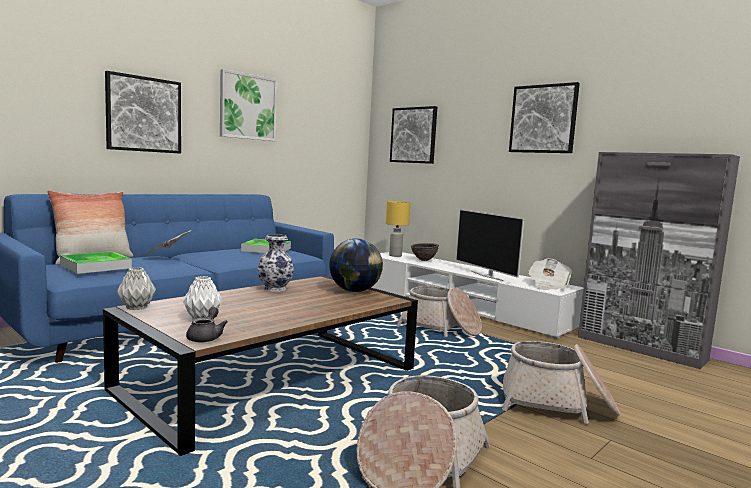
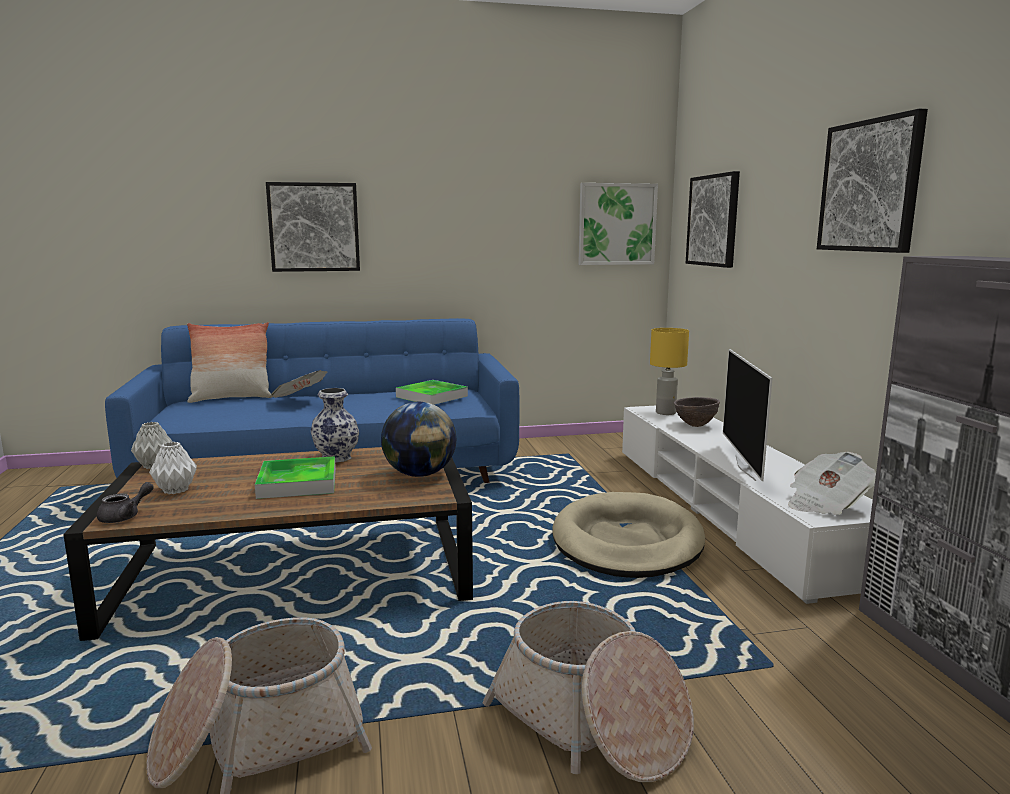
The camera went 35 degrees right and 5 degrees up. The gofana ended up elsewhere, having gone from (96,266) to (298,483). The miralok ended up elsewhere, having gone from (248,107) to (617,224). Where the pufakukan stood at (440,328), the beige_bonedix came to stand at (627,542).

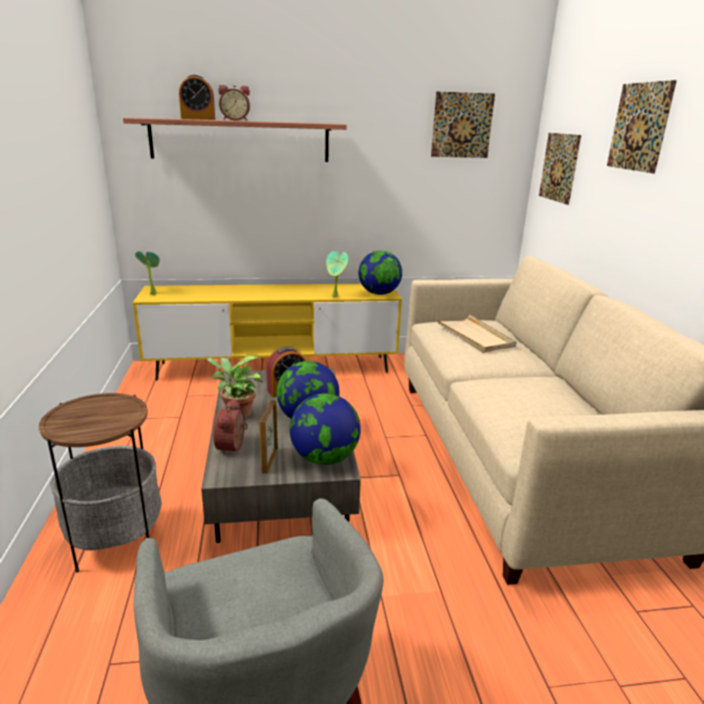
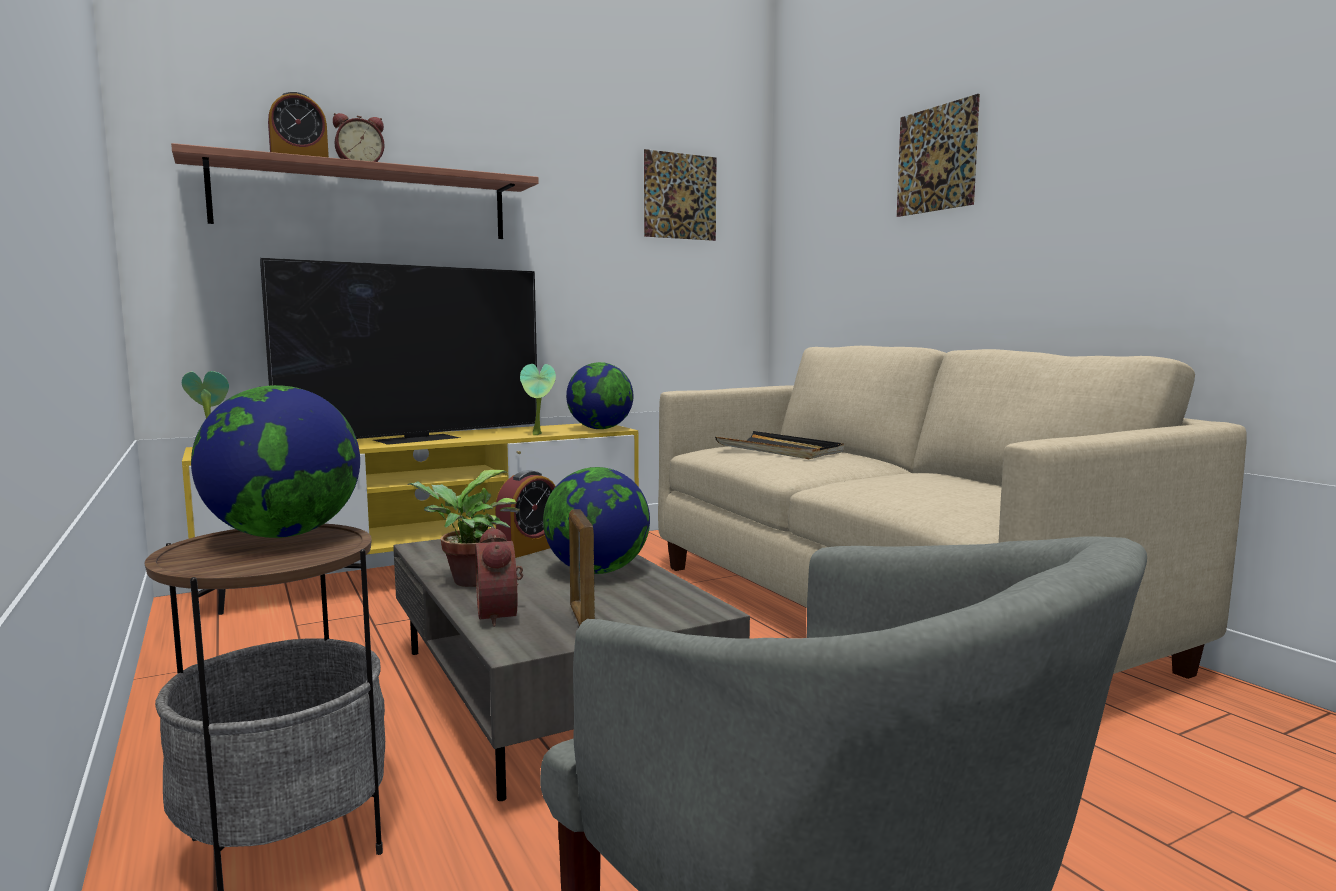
The camera went 20 degrees left and 15 degrees down. The second view lost the miralok at (559,167). The second view gained the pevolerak at (418,438). The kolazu ended up elsewhere, having gone from (324,458) to (284,535). What was the beige_gofana at (475,336) turned into the black_gofana at (779,450).

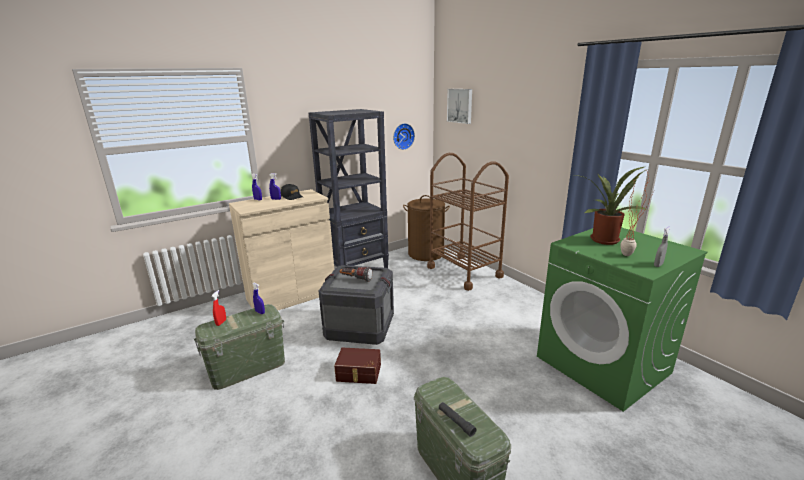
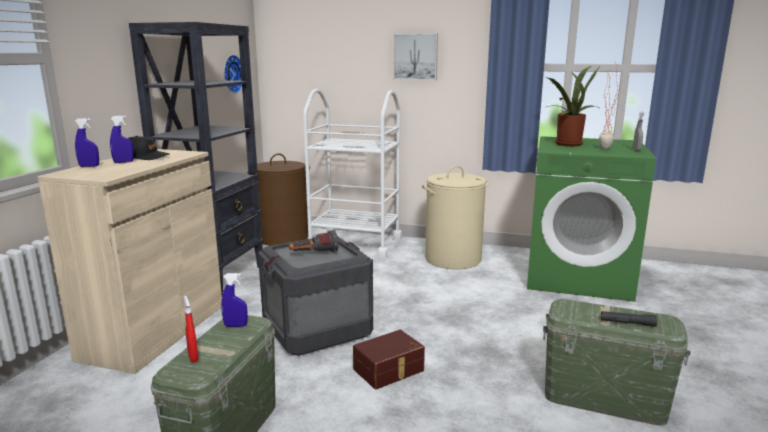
The camera went 40 degrees left and 5 degrees down. The second view gained the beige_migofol at (453,259). The miralok ended up elsewhere, having gone from (460,105) to (415,57). What was the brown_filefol at (464,272) turned into the white_filefol at (355,243).

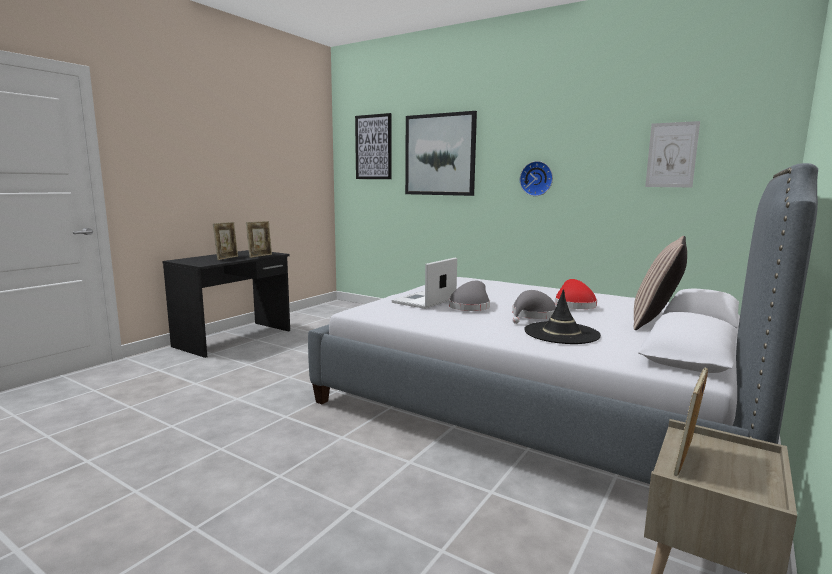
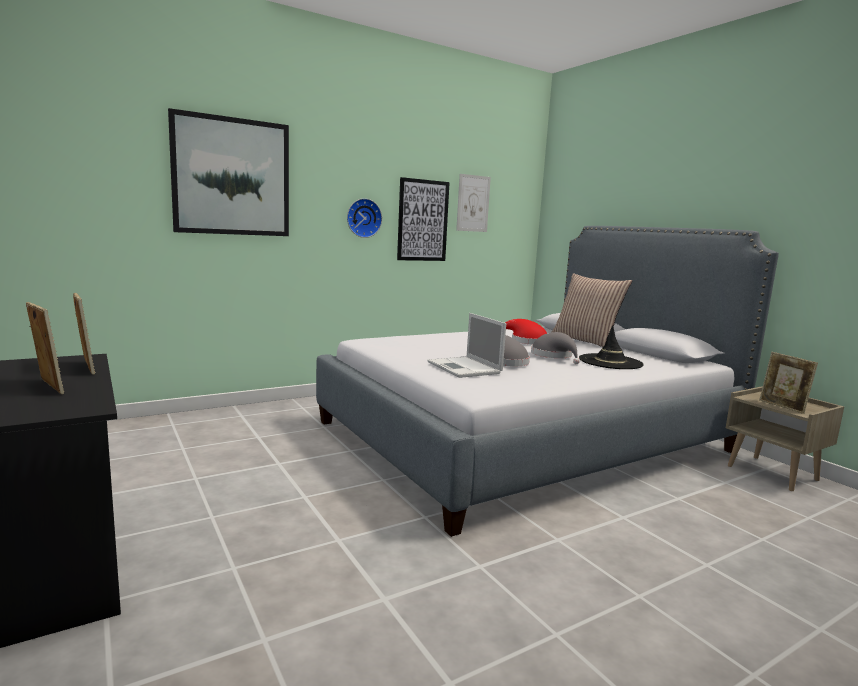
The camera went 65 degrees left and 0 degrees up. The miralok ended up elsewhere, having gone from (373,147) to (423,220).

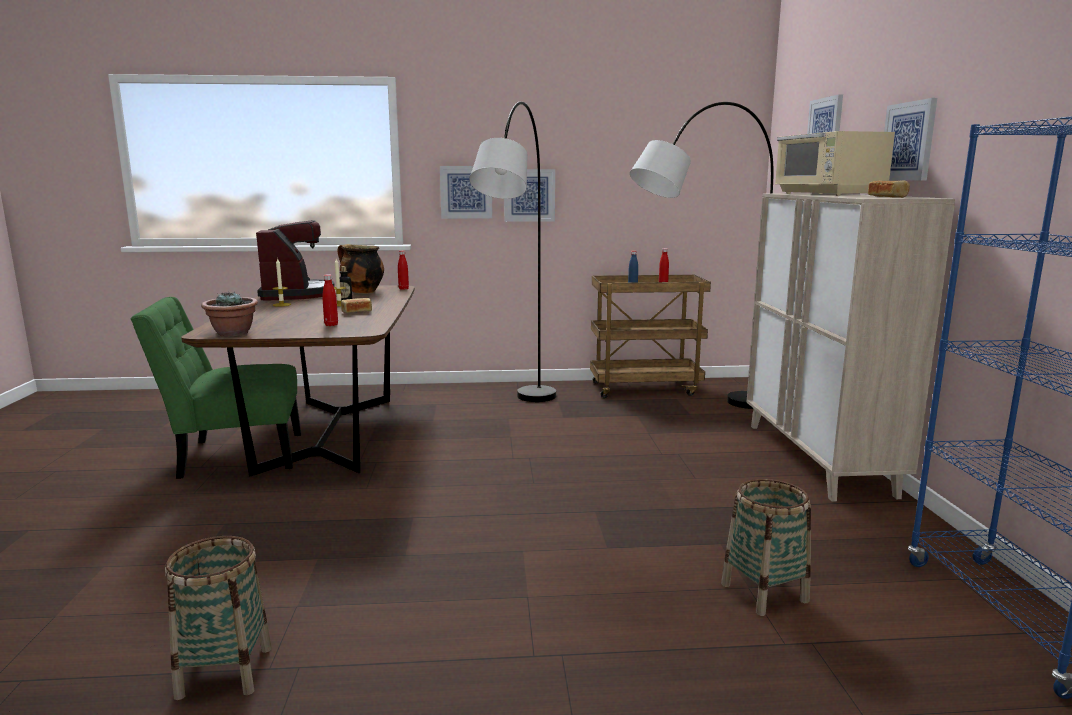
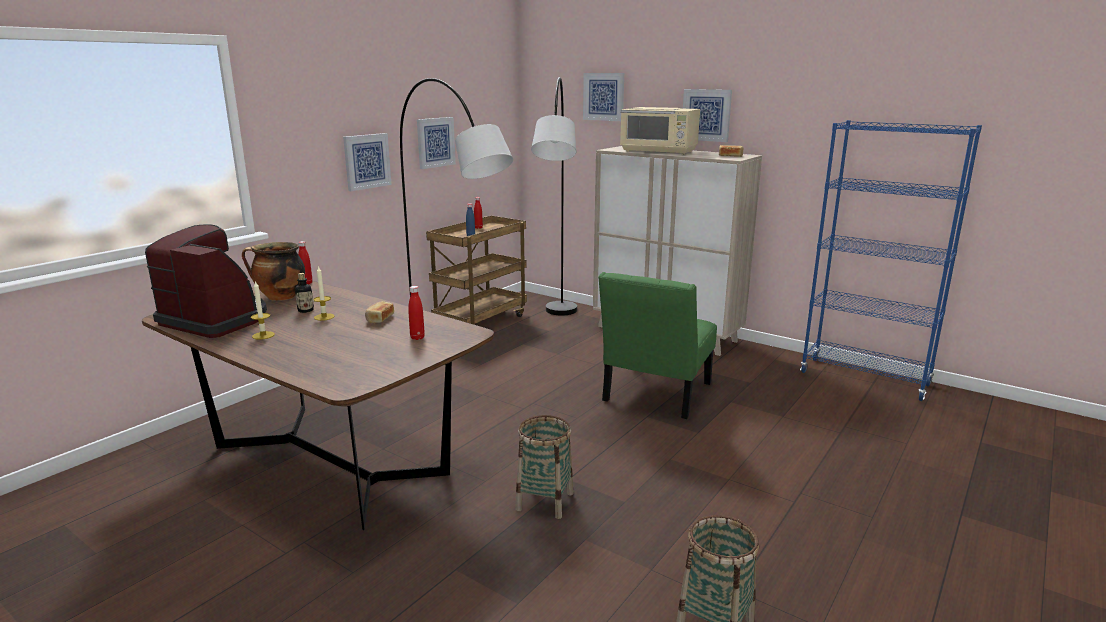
The camera went 50 degrees left and 5 degrees up. The second view lost the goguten at (233,334). The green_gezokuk ended up elsewhere, having gone from (234,455) to (655,395). The miralok ended up elsewhere, having gone from (466,192) to (435,142). The pufakukan ended up elsewhere, having gone from (764,592) to (544,501).

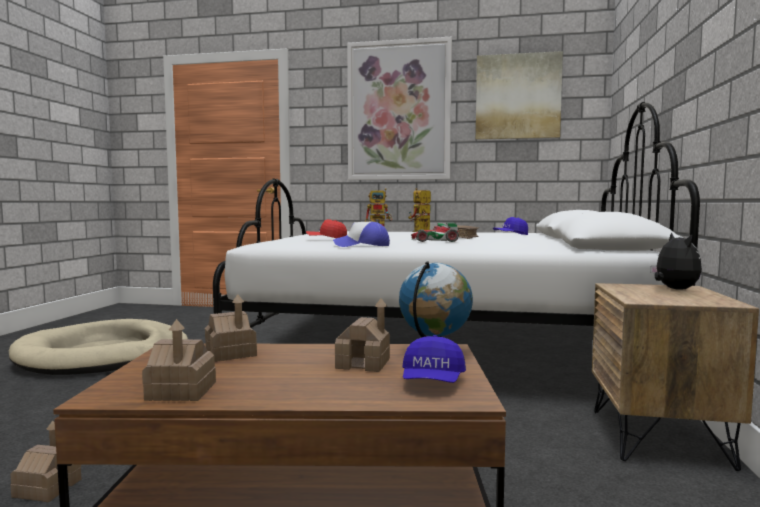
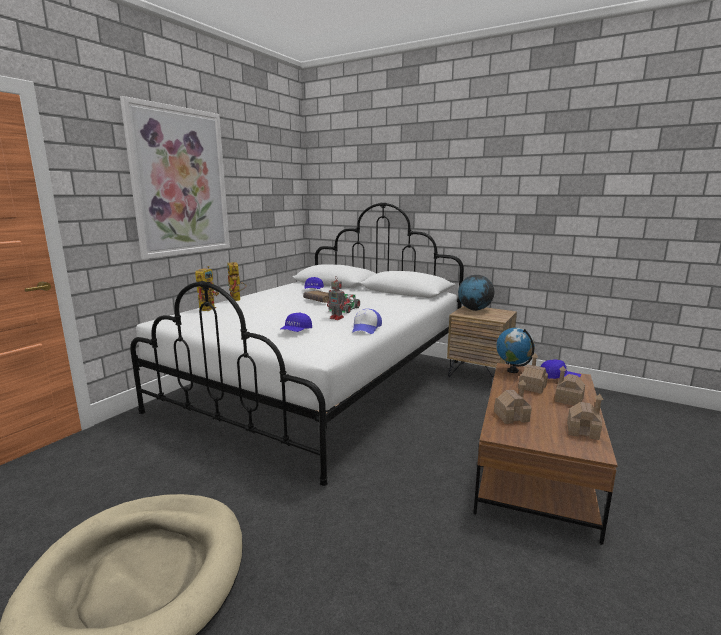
The camera went 70 degrees left and 10 degrees up. The second view lost the miralok at (517,97). The second view gained the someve at (337,318). The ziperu ended up elsewhere, having gone from (47,488) to (568,399). Where the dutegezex stood at (674,289), the kolazu came to stand at (474,309). What was the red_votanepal at (326,240) turned into the blue_votanepal at (296,331).

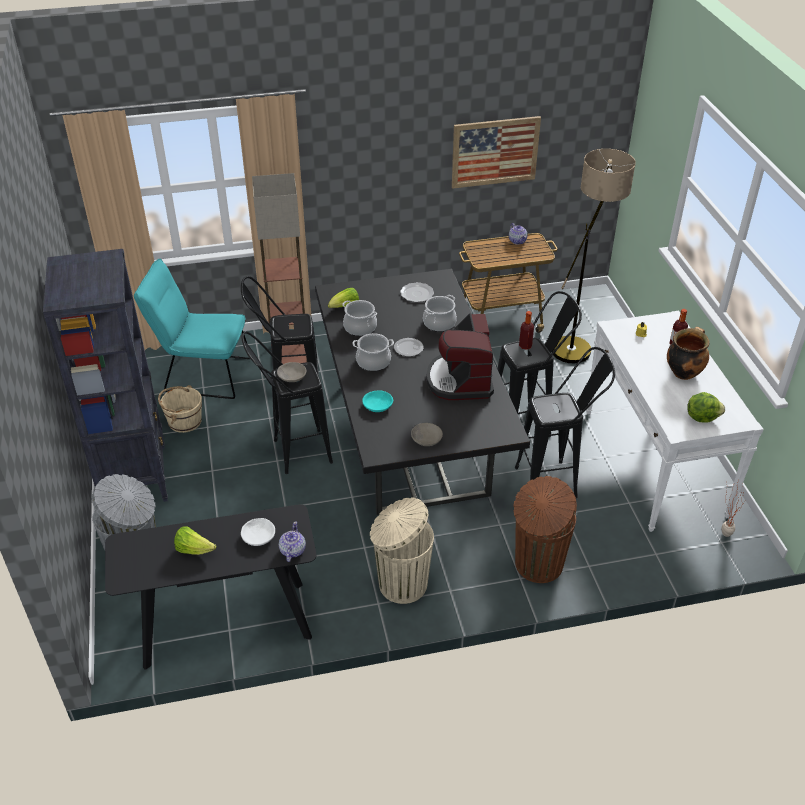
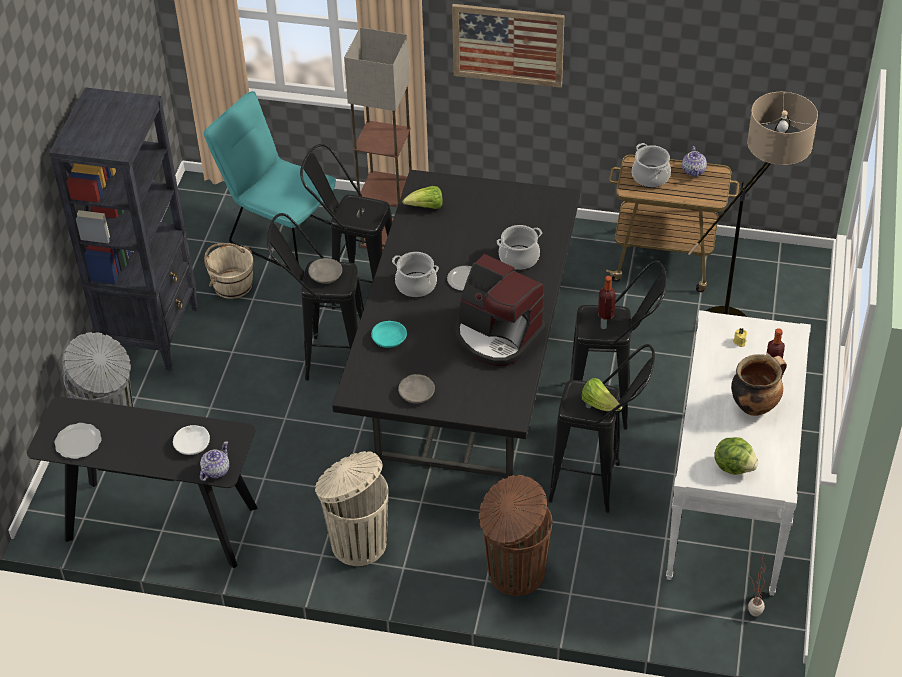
The camera went 25 degrees right and 5 degrees up. The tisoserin ended up elsewhere, having gone from (194,549) to (599,404). The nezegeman ended up elsewhere, having gone from (360,327) to (651,177). The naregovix ended up elsewhere, having gone from (417,294) to (78,443). The miralok ended up elsewhere, having gone from (495,152) to (508,45). The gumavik at (460,380) ended up facing another way, 75 degrees counterclockwise from before.

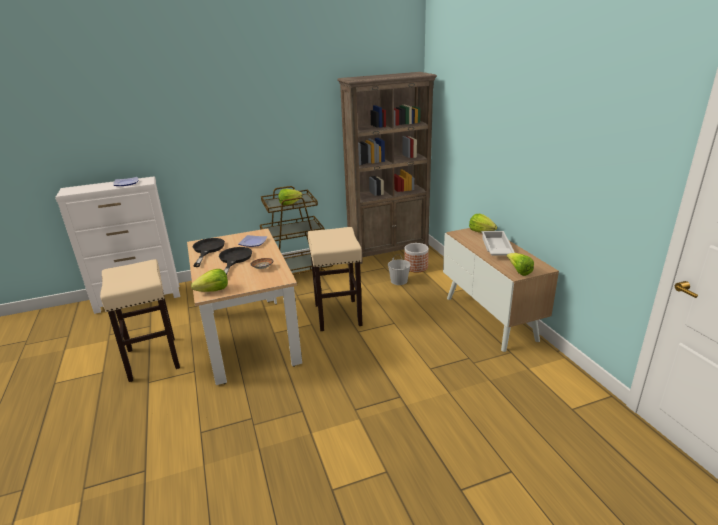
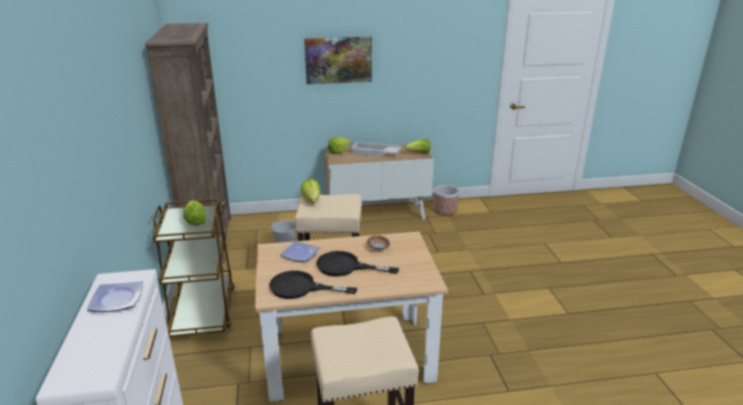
The camera went 80 degrees left and 0 degrees up. The second view gained the miralok at (338,60). The tisoserin ended up elsewhere, having gone from (213,291) to (311,201). The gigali ended up elsewhere, having gone from (416,267) to (445,210).

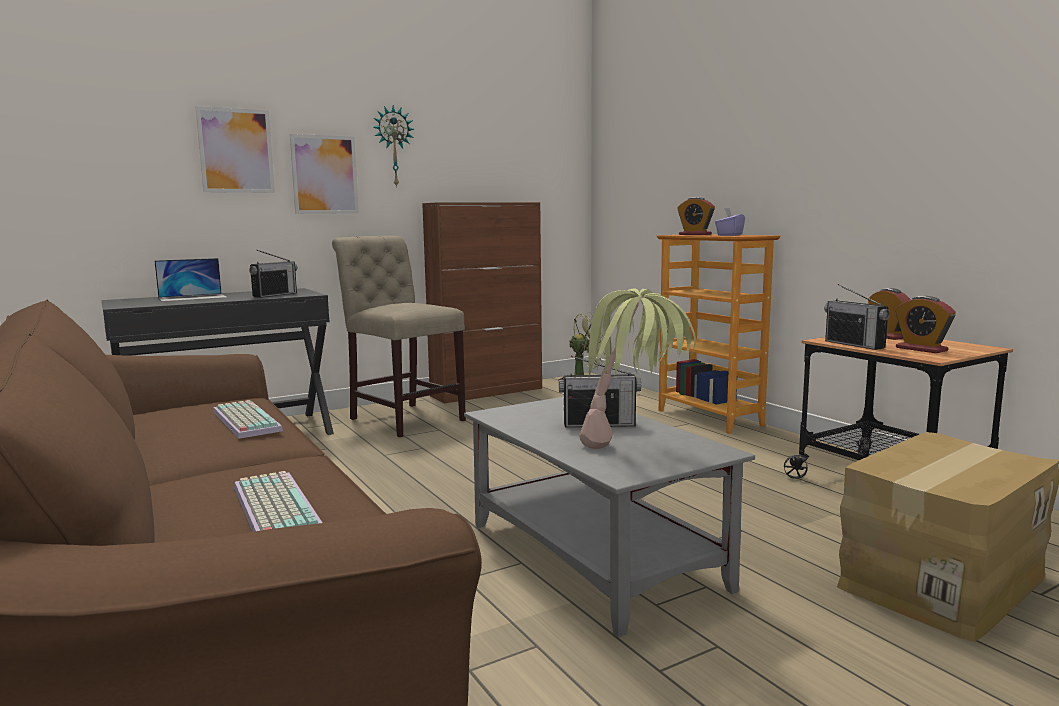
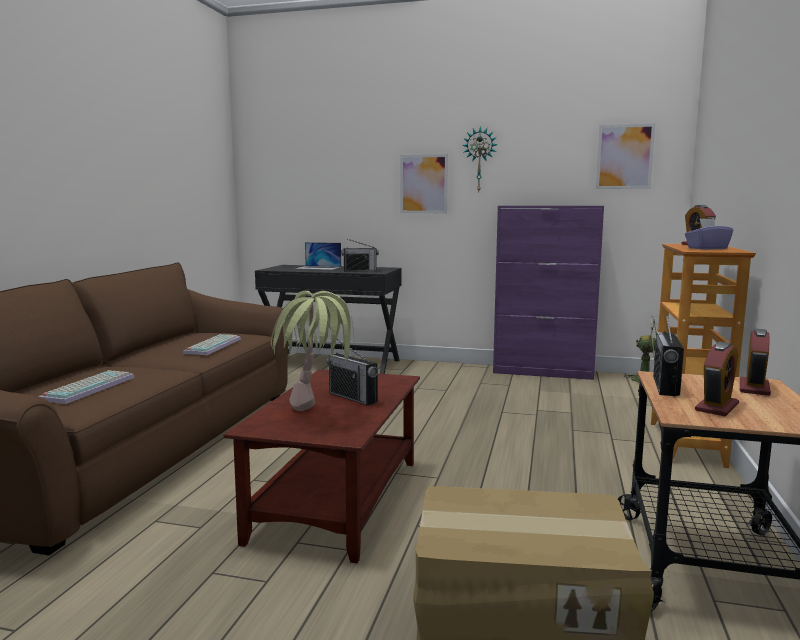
The camera went 45 degrees right and 0 degrees up. The second view lost the beige_gezokuk at (403,418). The miralok ended up elsewhere, having gone from (236,151) to (624,157). What was the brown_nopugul at (487,392) turned into the purple_nopugul at (543,372). What was the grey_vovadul at (591,555) turned into the brown_vovadul at (337,498). The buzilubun at (921,349) ended up facing another way, 150 degrees counterclockwise from before.

